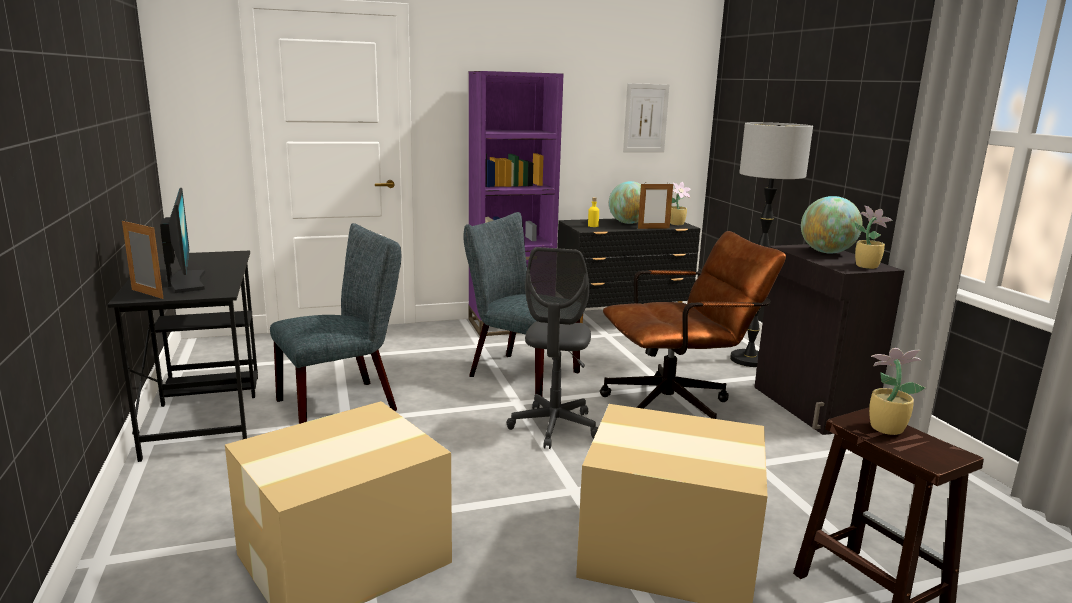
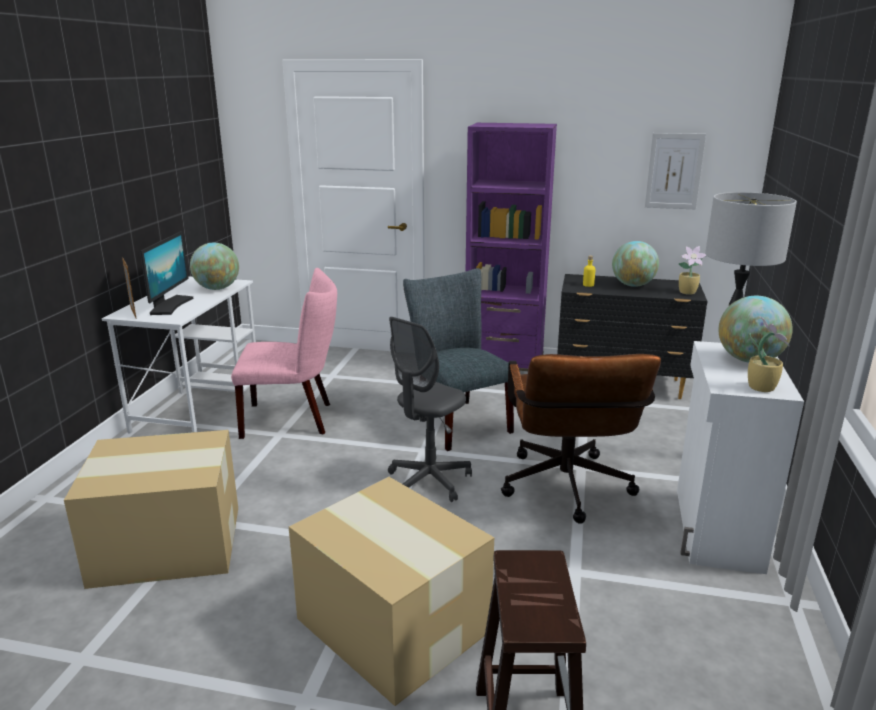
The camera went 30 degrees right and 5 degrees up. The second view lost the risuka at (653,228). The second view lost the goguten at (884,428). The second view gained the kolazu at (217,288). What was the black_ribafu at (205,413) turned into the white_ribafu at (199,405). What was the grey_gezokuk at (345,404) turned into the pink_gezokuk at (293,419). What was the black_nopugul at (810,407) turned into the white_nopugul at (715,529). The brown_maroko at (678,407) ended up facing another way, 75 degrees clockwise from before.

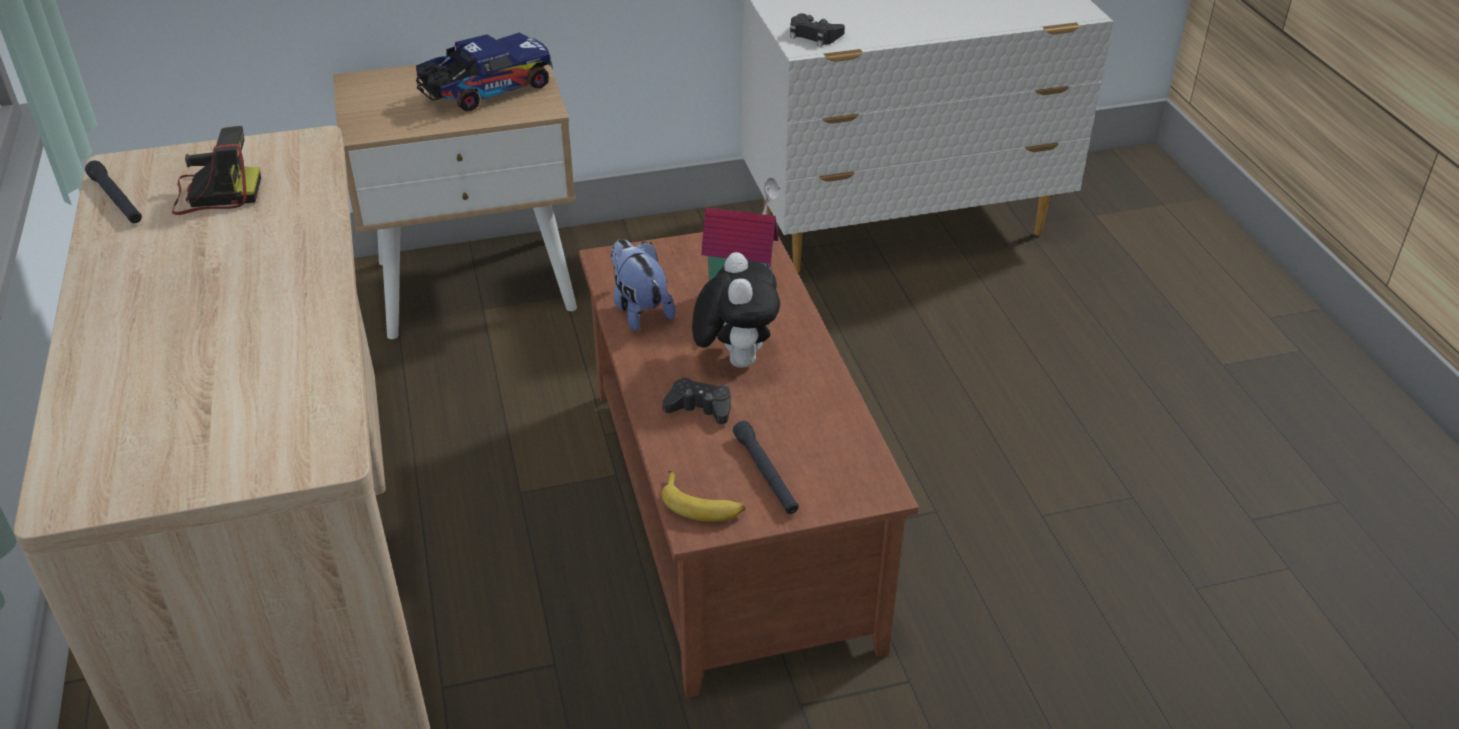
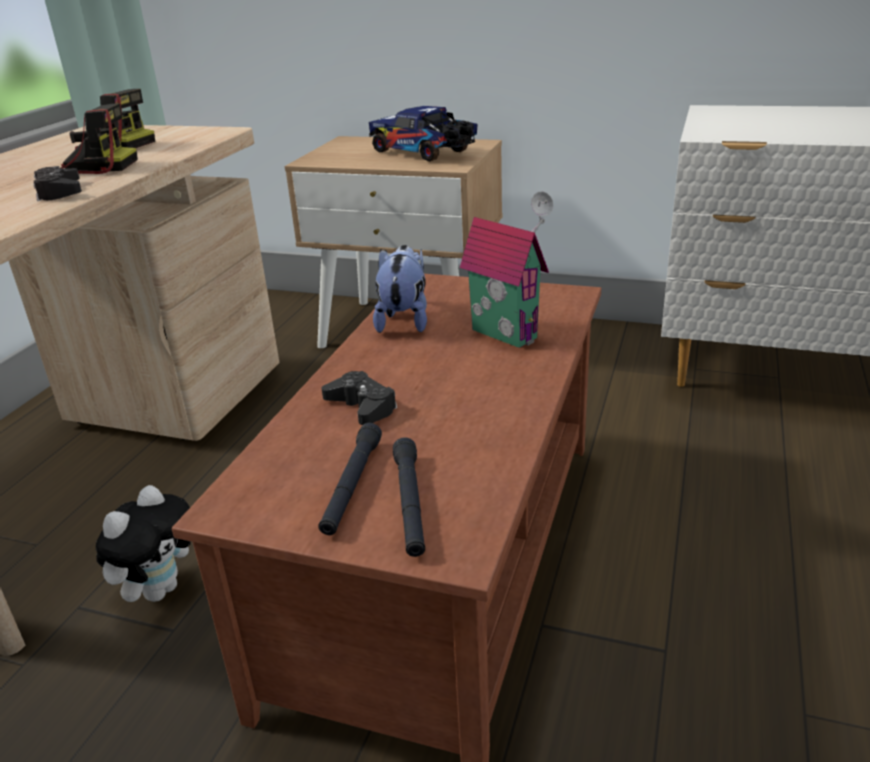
The camera went 35 degrees right and 10 degrees down. The second view lost the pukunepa at (702,505). The second view gained the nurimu at (92,168). The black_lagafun ended up elsewhere, having gone from (116,200) to (410,504). The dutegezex ended up elsewhere, having gone from (735,359) to (159,589). The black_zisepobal ended up elsewhere, having gone from (814,35) to (59,192). The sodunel at (485,91) ended up facing another way, 135 degrees counterclockwise from before.

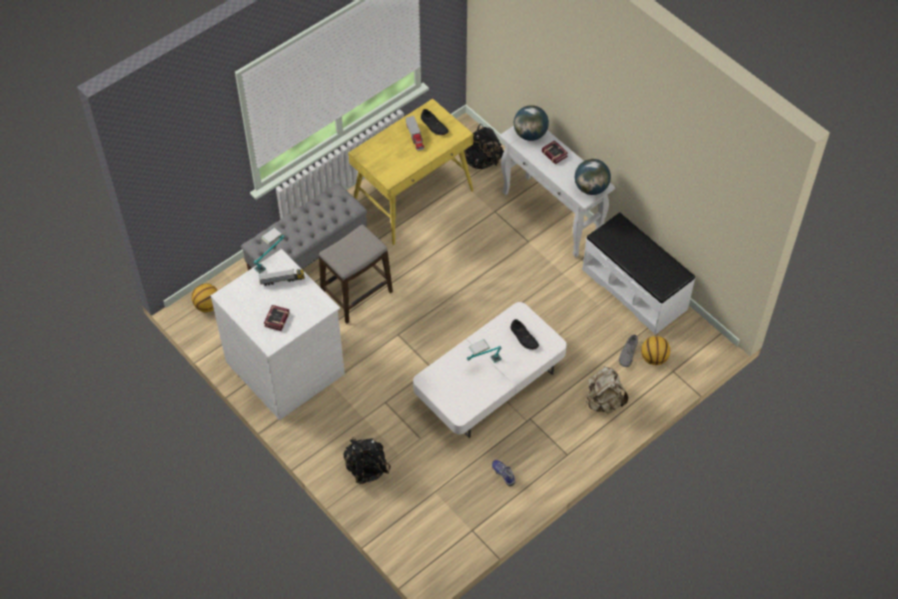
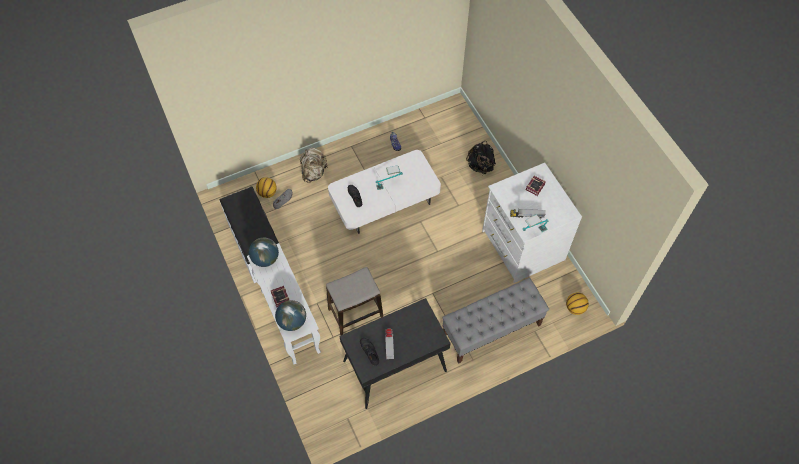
The camera went 165 degrees left and 5 degrees up. The second view lost the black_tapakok at (482,161). The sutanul ended up elsewhere, having gone from (357,295) to (355,313). What was the yellow_ribafu at (413,198) turned into the black_ribafu at (394,367).

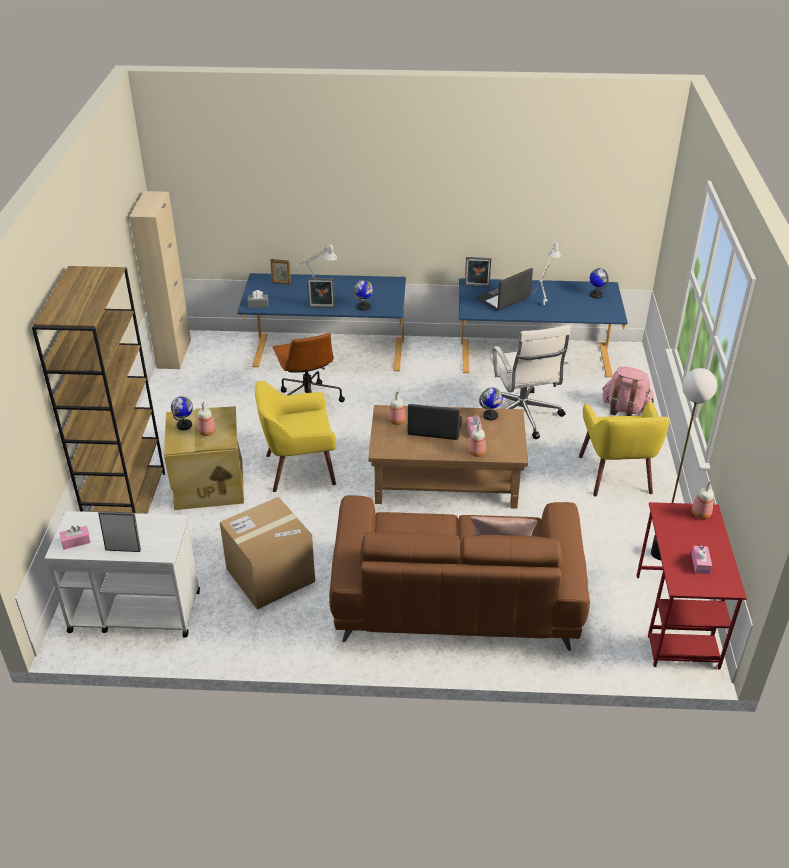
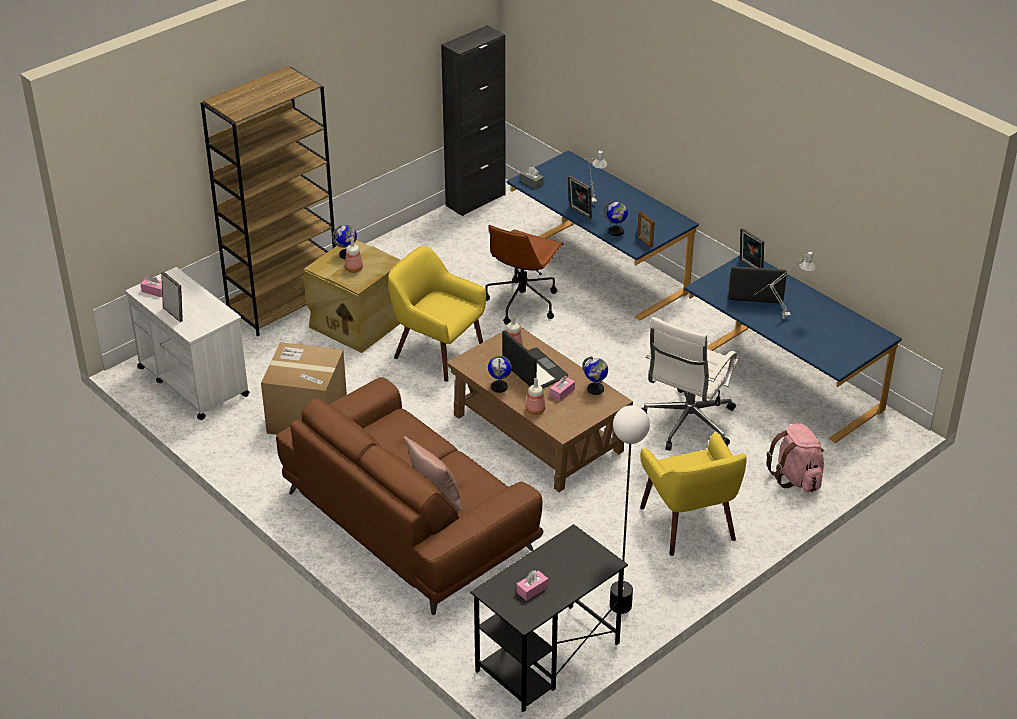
The camera went 45 degrees right and 0 degrees up. The second view lost the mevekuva at (700,513). The risuka ended up elsewhere, having gone from (281,283) to (644,242). The kolazu ended up elsewhere, having gone from (596,295) to (499,387). What was the beige_nopugul at (174,354) turned into the black_nopugul at (475,200). What was the red_ribafu at (676,621) turned into the black_ribafu at (547,658). The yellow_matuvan at (616,475) ended up facing another way, 60 degrees counterclockwise from before.

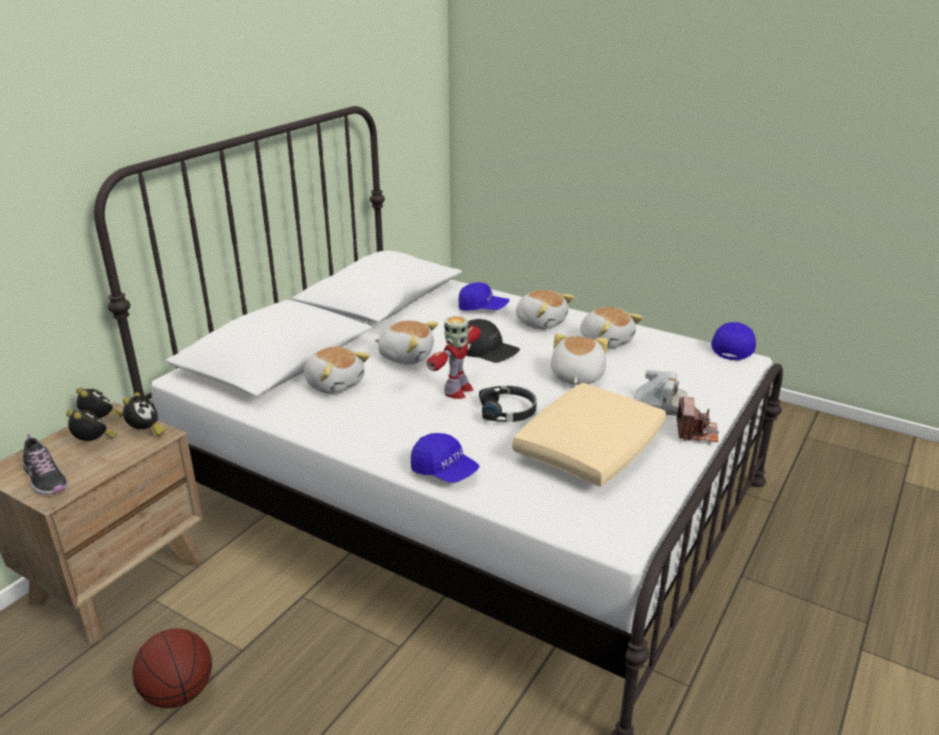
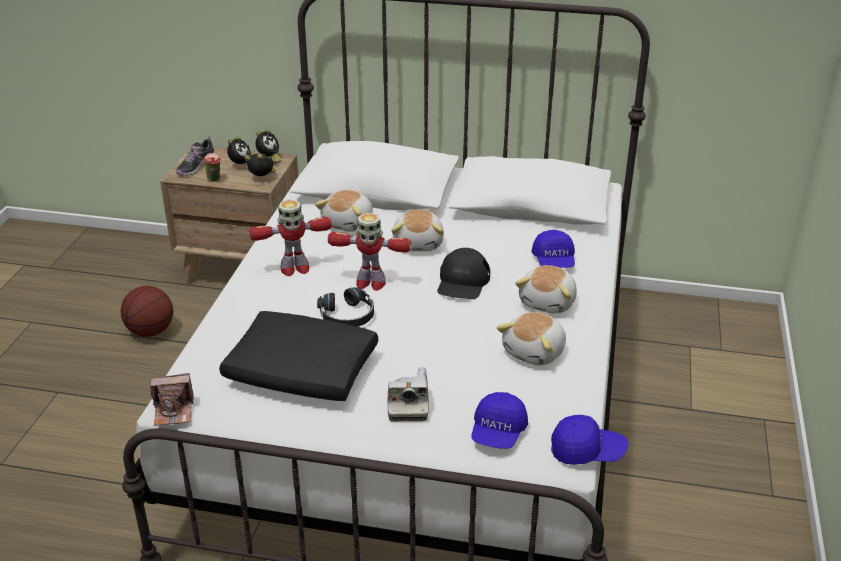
The camera went 70 degrees right and 5 degrees up. The second view lost the dutegezex at (576,376). The second view gained the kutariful at (214,180). The second view gained the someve at (294,268). The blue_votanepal ended up elsewhere, having gone from (444,471) to (498,433). The nurimu ended up elsewhere, having gone from (696,432) to (173,411). What was the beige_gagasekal at (590,449) turned into the black_gagasekal at (303,371). The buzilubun at (145,432) ended up facing another way, 150 degrees counterclockwise from before.

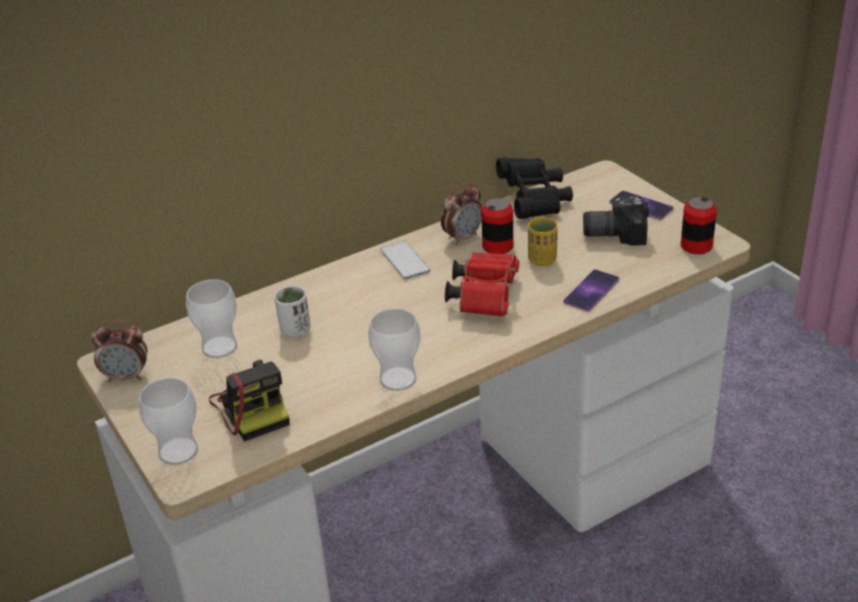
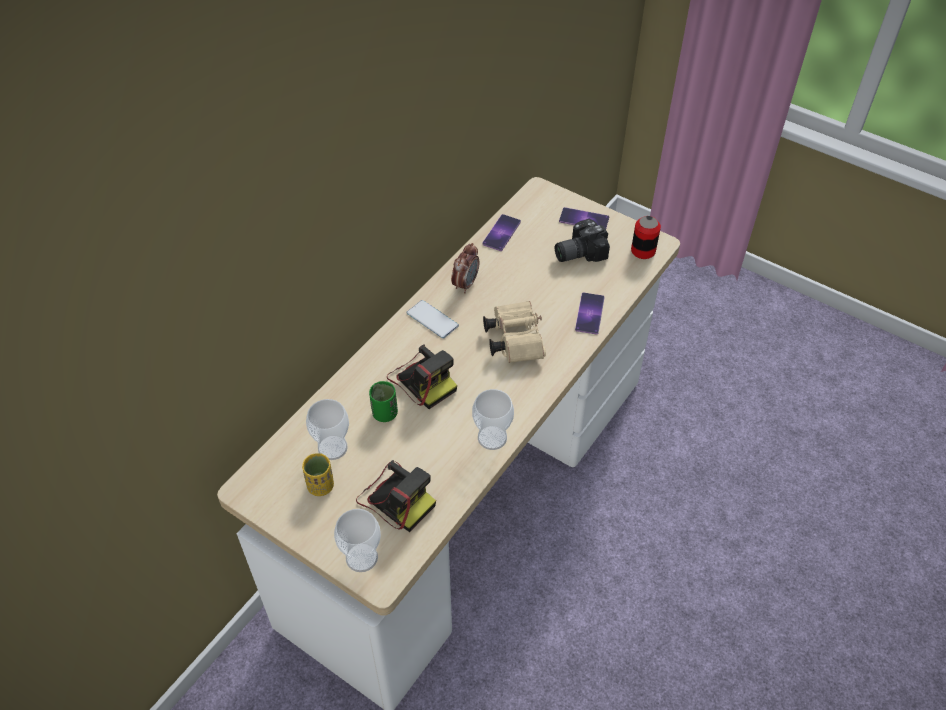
The camera went 25 degrees left and 15 degrees up. The second view lost the buzilubun at (127,377). The second view lost the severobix at (497,246). The second view gained the nurimu at (422,380). The yellow_kutariful ended up elsewhere, having gone from (542,260) to (320,486). Where the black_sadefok stood at (535,201), the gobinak came to stand at (501,233). What was the white_kutariful at (295,330) turned into the green_kutariful at (385,413). What was the red_sadefok at (485,296) turned into the beige_sadefok at (514,339).

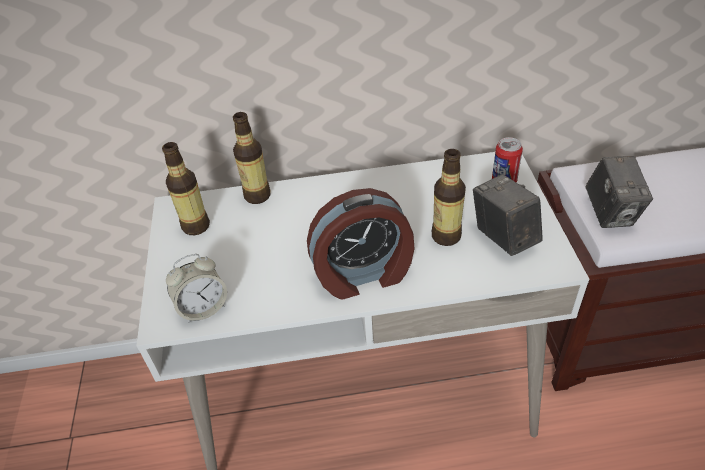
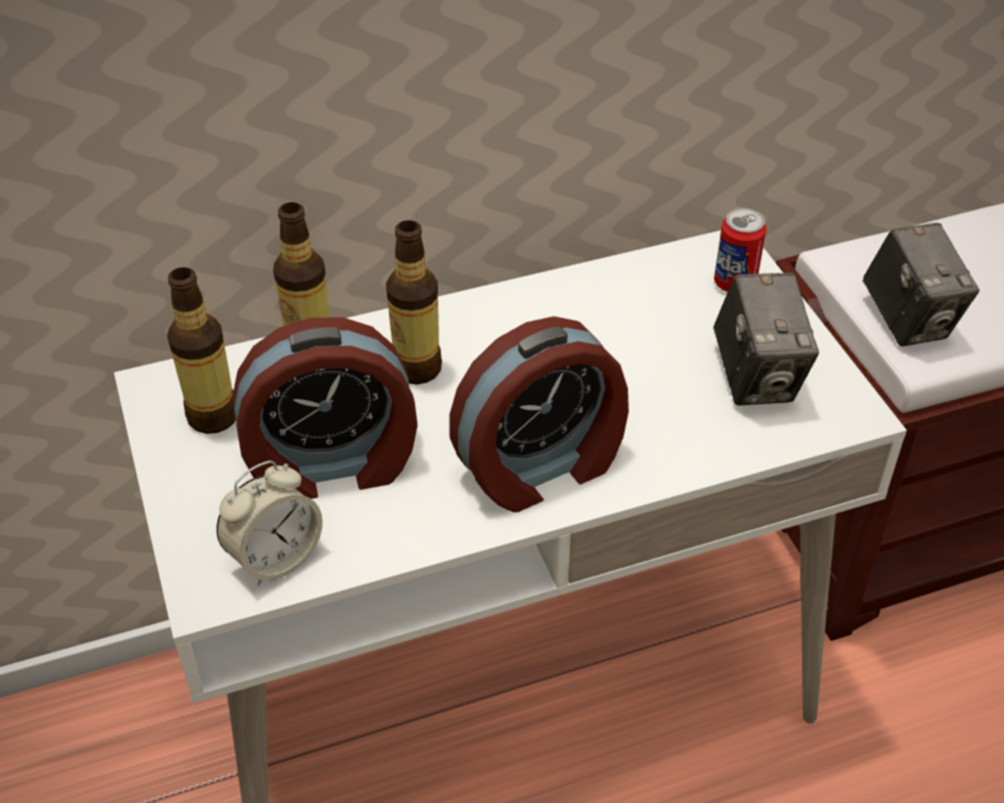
The camera went 15 degrees left and 0 degrees up. The second view gained the buzilubun at (332,465). The mevekuva ended up elsewhere, having gone from (446,236) to (417,368). The nurimu at (503,237) ended up facing another way, 150 degrees counterclockwise from before.

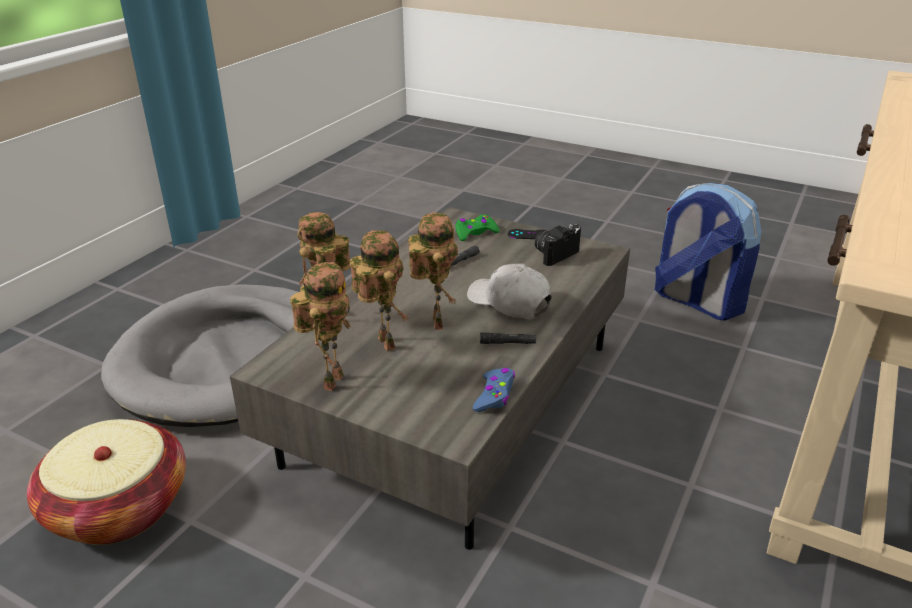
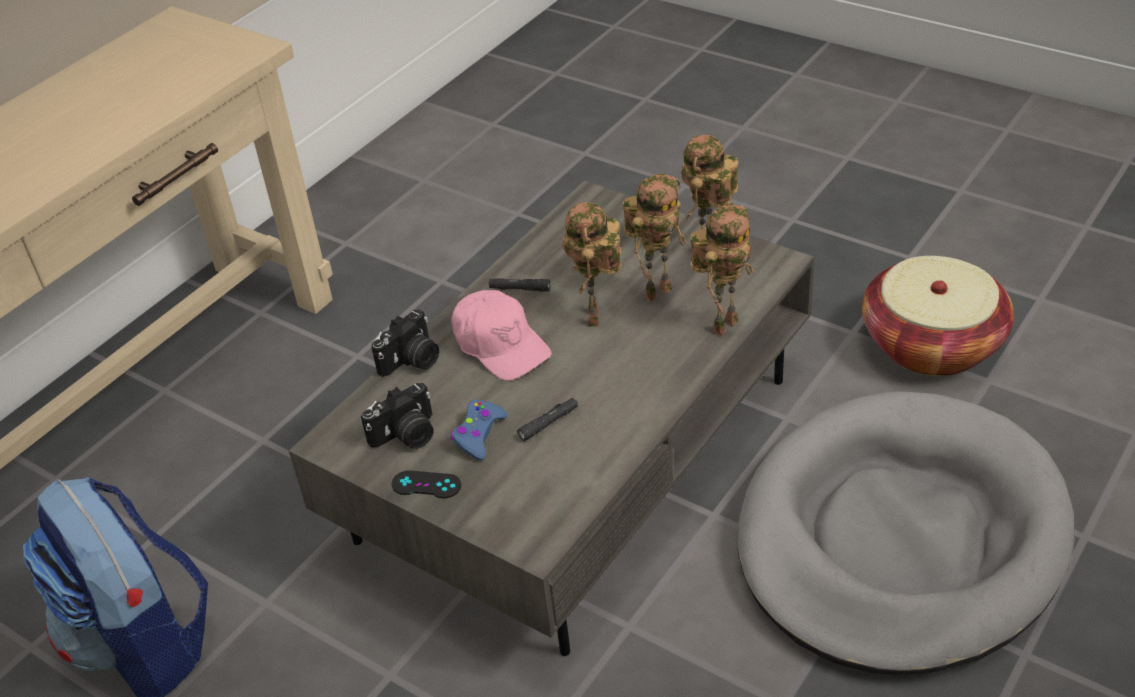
The camera went 170 degrees left and 10 degrees up. The second view lost the green_zisepobal at (475,233). The second view gained the nurimu at (412,361). The blue_zisepobal ended up elsewhere, having gone from (494,395) to (478,435). What was the white_votanepal at (509,302) turned into the pink_votanepal at (500,345). The someve at (382,343) ended up facing another way, 105 degrees counterclockwise from before.

